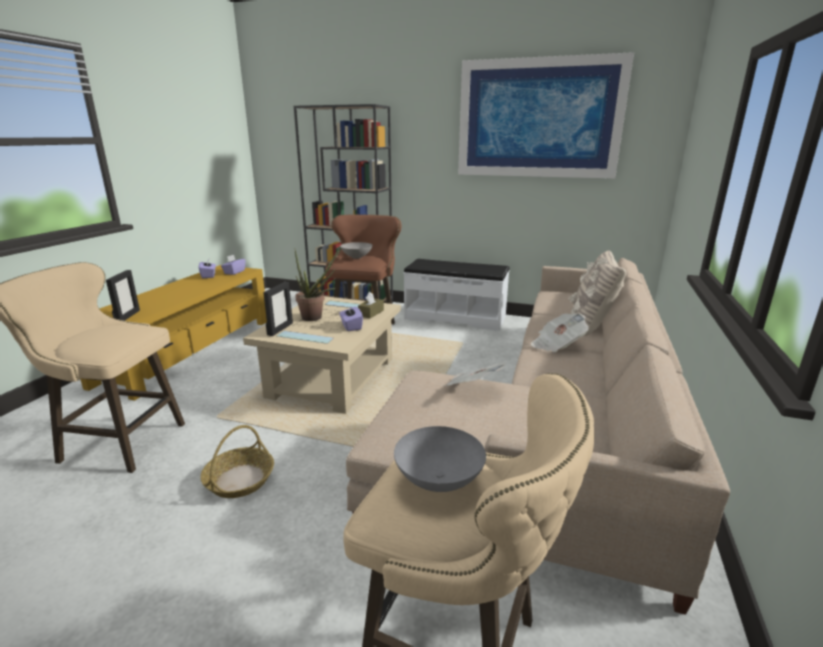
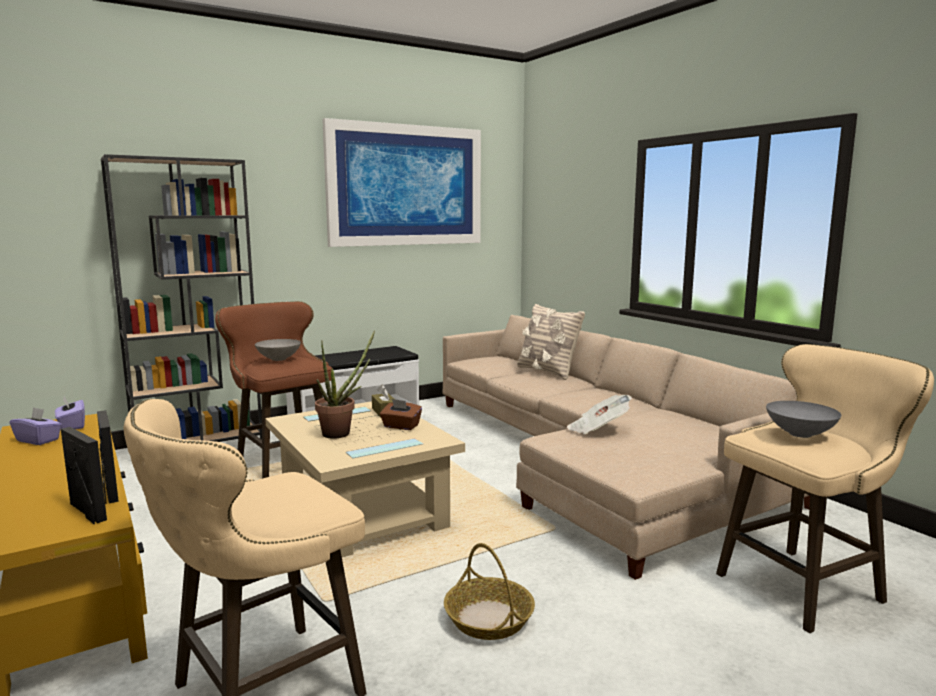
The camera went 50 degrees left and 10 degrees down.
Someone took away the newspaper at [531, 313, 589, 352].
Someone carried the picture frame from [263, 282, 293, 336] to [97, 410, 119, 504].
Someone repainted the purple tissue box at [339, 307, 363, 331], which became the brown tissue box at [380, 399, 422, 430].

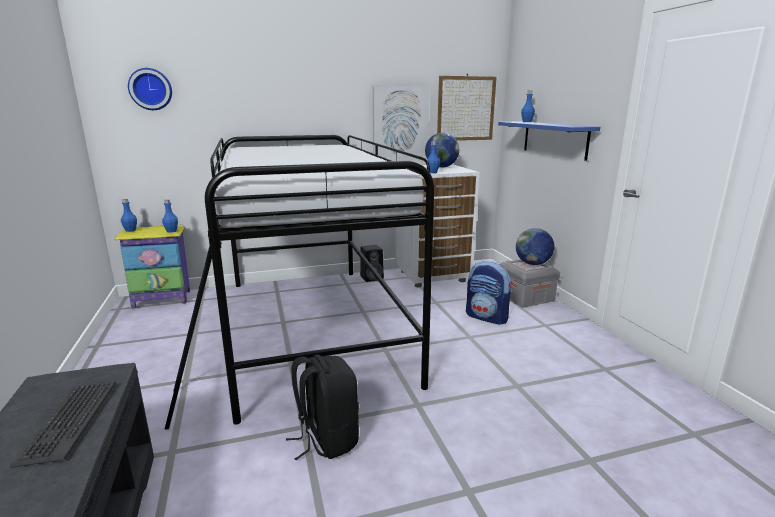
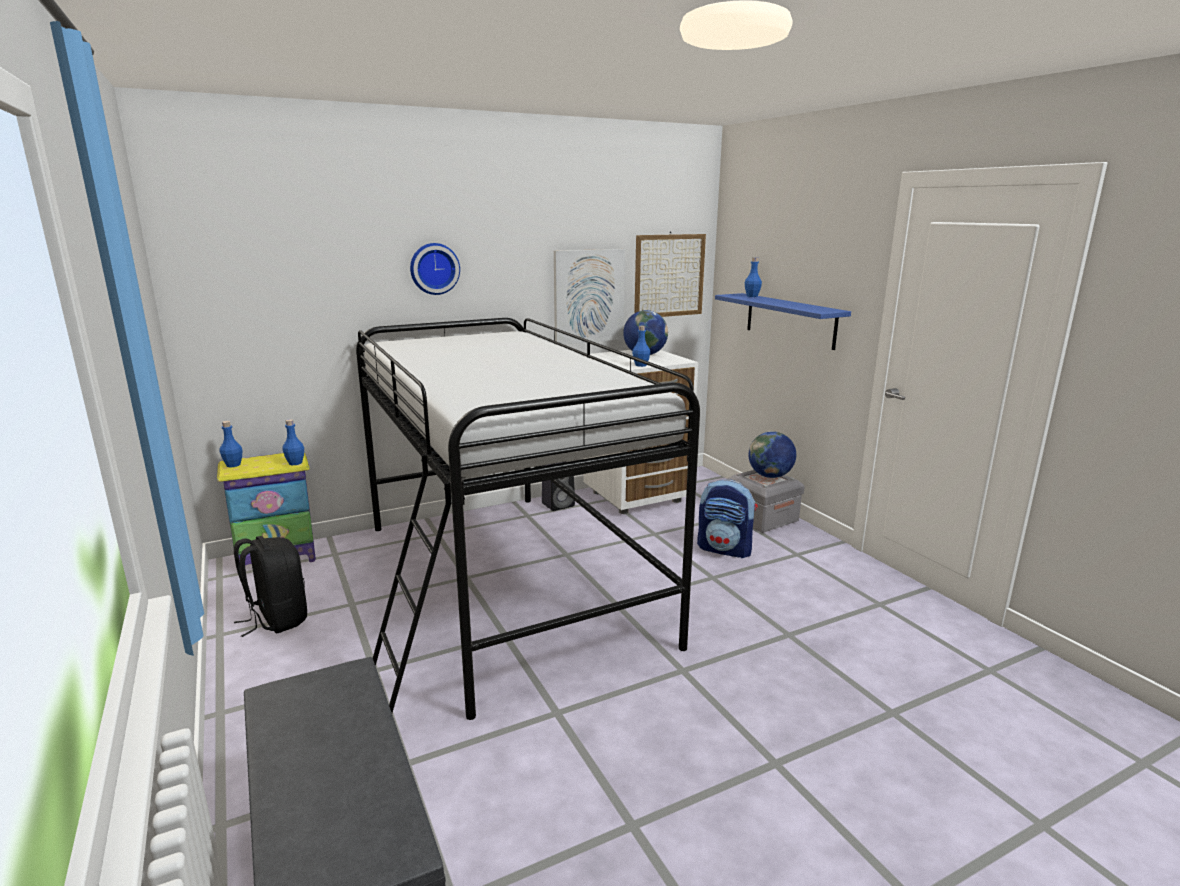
The camera went 10 degrees left and 0 degrees up.
Someone took away the keyboard at [10, 381, 116, 468].
Someone carried the wall clock from [128, 68, 172, 110] to [410, 243, 460, 295].
Someone carried the black backpack from [286, 355, 359, 460] to [234, 536, 307, 637].

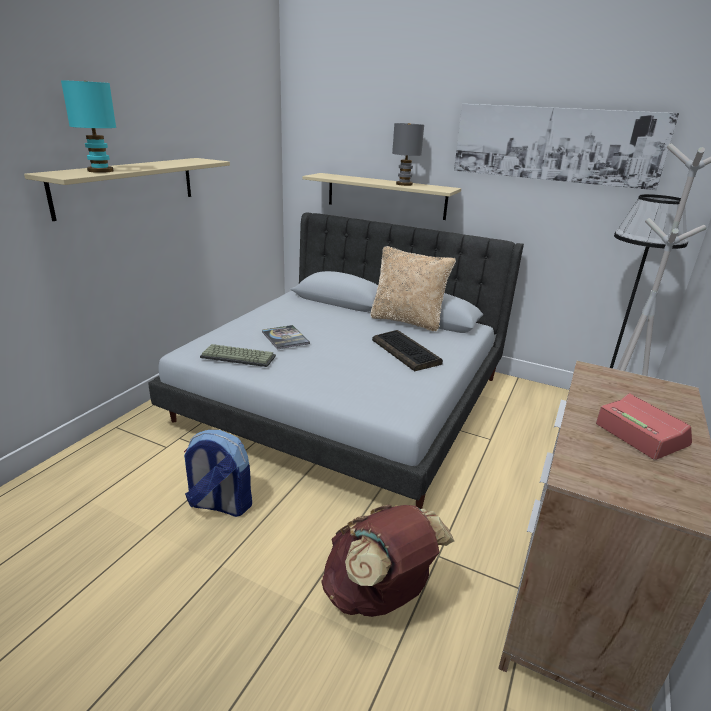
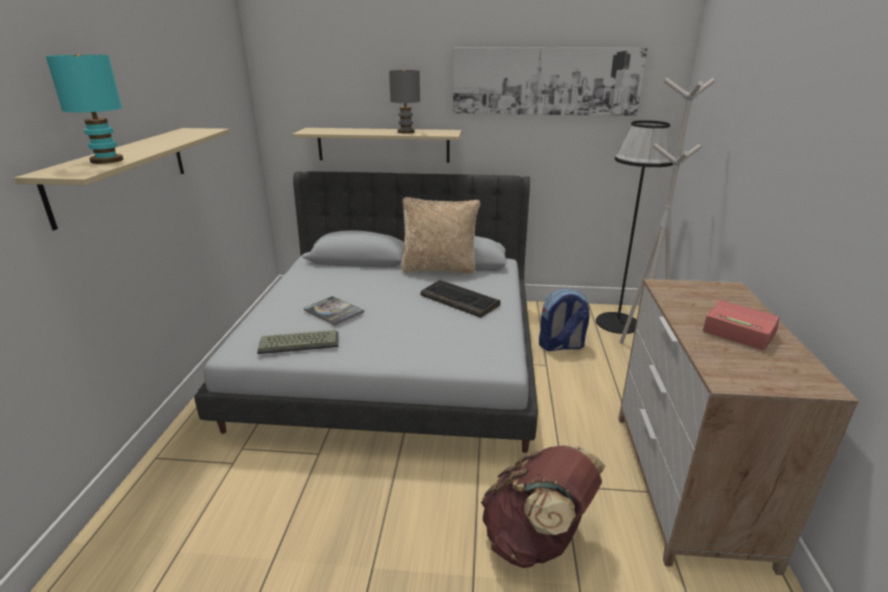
The camera went 20 degrees left and 0 degrees up.
Someone carried the backpack from [184, 430, 252, 517] to [539, 289, 590, 351].

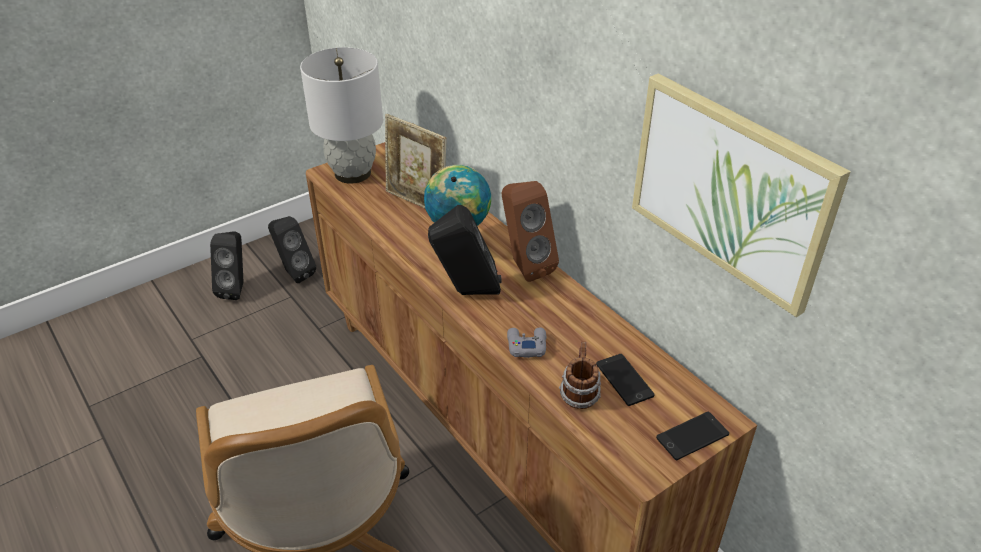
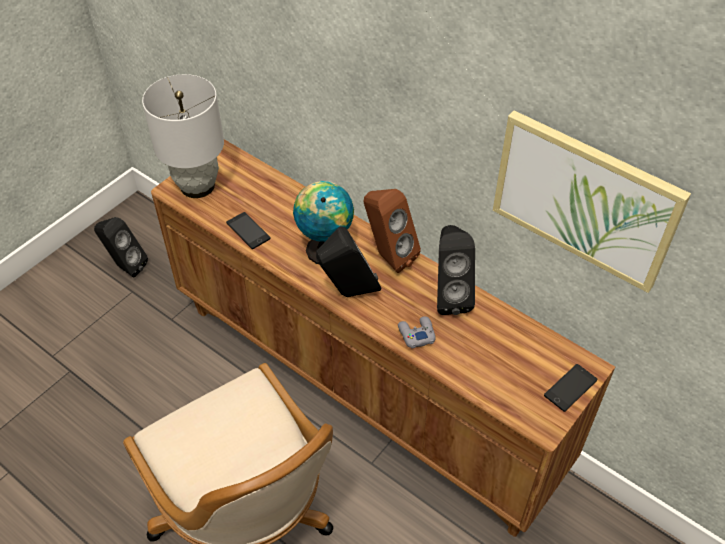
The camera went 15 degrees left and 10 degrees up.
Someone took away the picture frame at [385, 114, 447, 208].
Someone took away the mug at [559, 341, 601, 409].
Someone carried the black speaker from [210, 231, 244, 300] to [437, 225, 475, 315].
Someone carried the phone from [596, 354, 655, 406] to [226, 212, 271, 249].

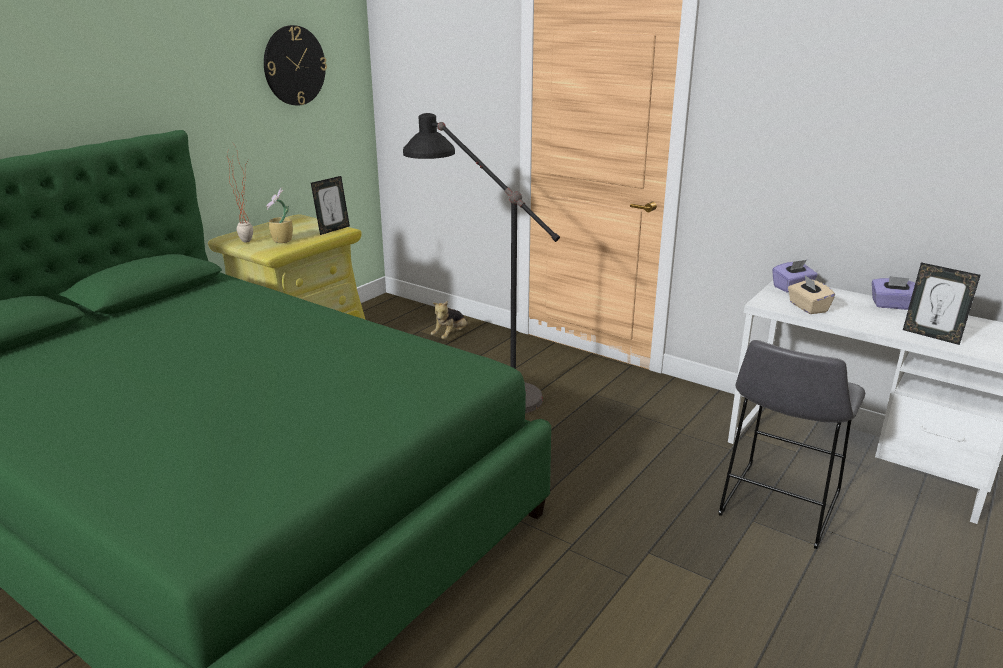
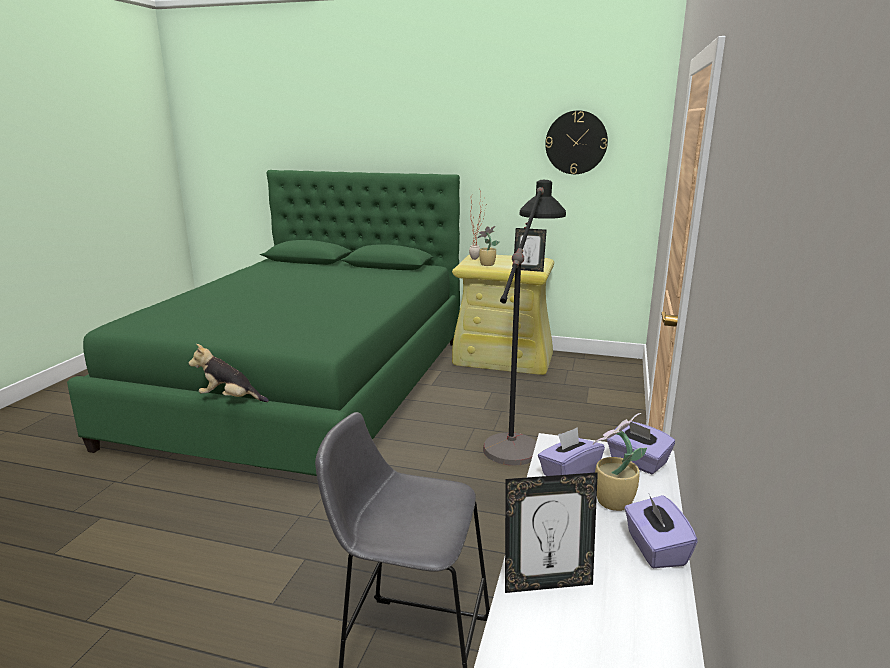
The camera went 70 degrees right and 5 degrees down.
Someone put down the potted plant at [593, 413, 647, 511].
Someone carried the plush toy from [431, 301, 468, 339] to [189, 344, 269, 402].
Someone repainted the beige tissue box at [788, 276, 835, 314], which became the purple tissue box at [538, 427, 605, 476].
Someone rotated the picture frame at [903, 262, 981, 345] by 120 degrees counterclockwise.

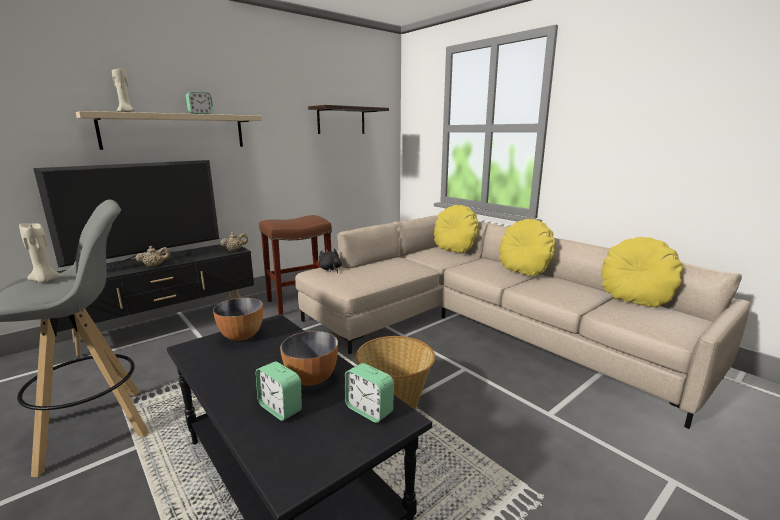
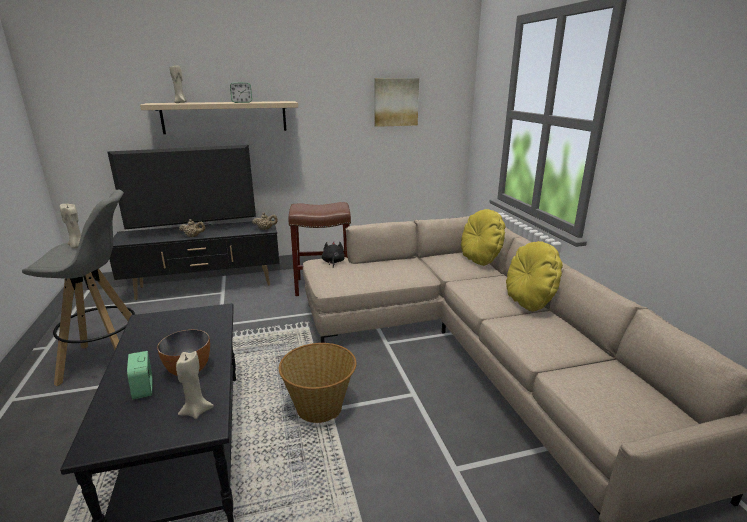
The camera went 25 degrees right and 5 degrees up.
Someone took away the bowl at [213, 298, 263, 341].
Someone took away the yellow pillow at [601, 237, 683, 308].
Someone swapped the shelf at [308, 105, 389, 134] for the picture at [374, 78, 419, 127].
Someone swapped the alarm clock at [345, 363, 394, 423] for the beige candle at [176, 351, 214, 419].

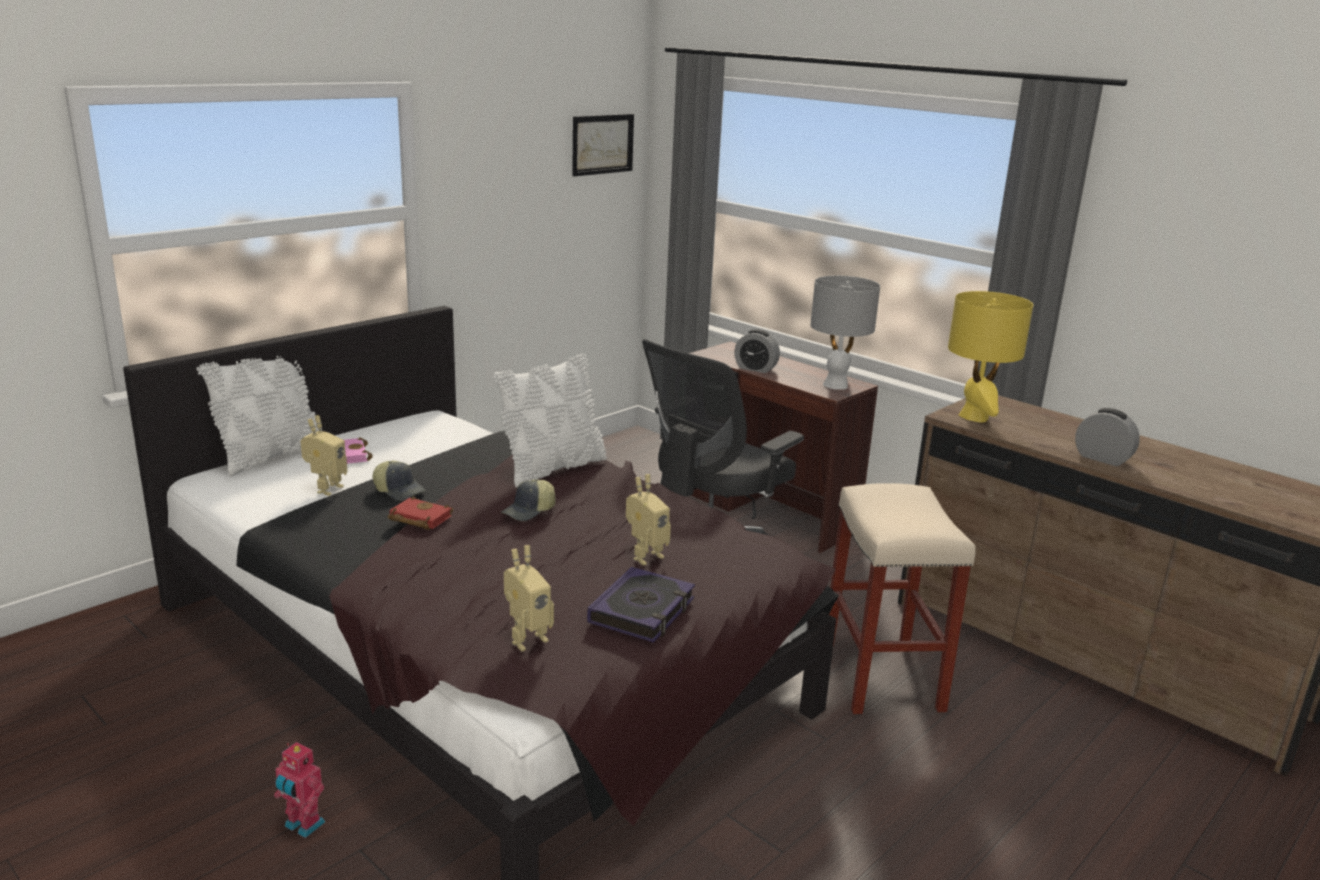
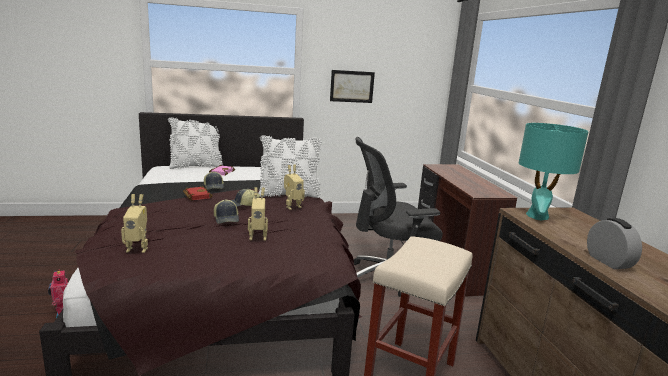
The camera went 35 degrees right and 5 degrees down.
Someone took away the book at [587, 567, 695, 643].
Someone took away the alarm clock at [734, 329, 780, 373].
Someone took away the grey table lamp at [811, 276, 880, 390].
Someone put down the cap at [214, 199, 239, 224].
Someone carried the toy robot from [300, 415, 347, 496] to [284, 164, 305, 210].
Someone carried the picture from [572, 114, 634, 176] to [330, 70, 375, 103].
Someone repainted the yellow table lamp at [948, 291, 1033, 423], which became the turquoise table lamp at [519, 123, 589, 220].

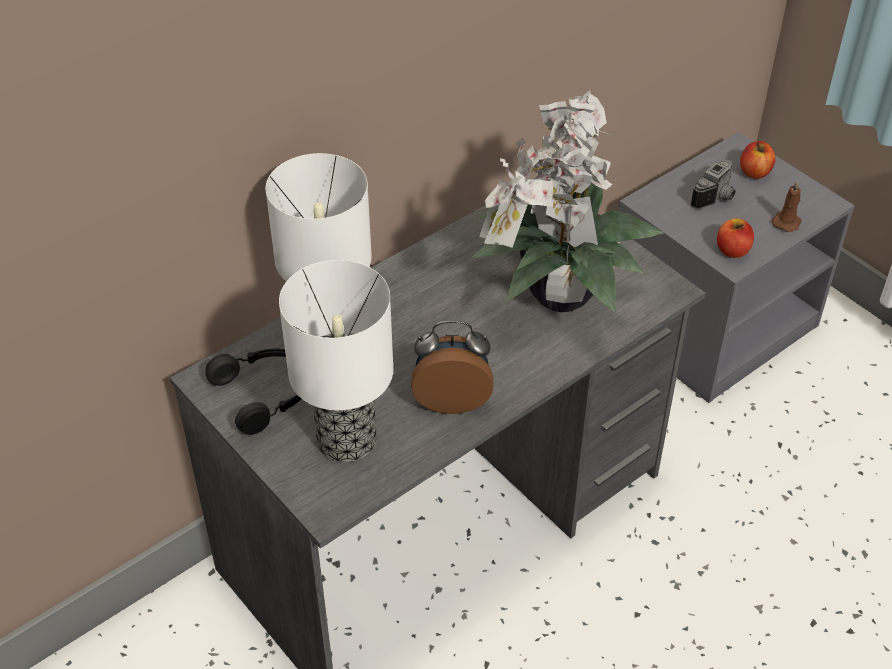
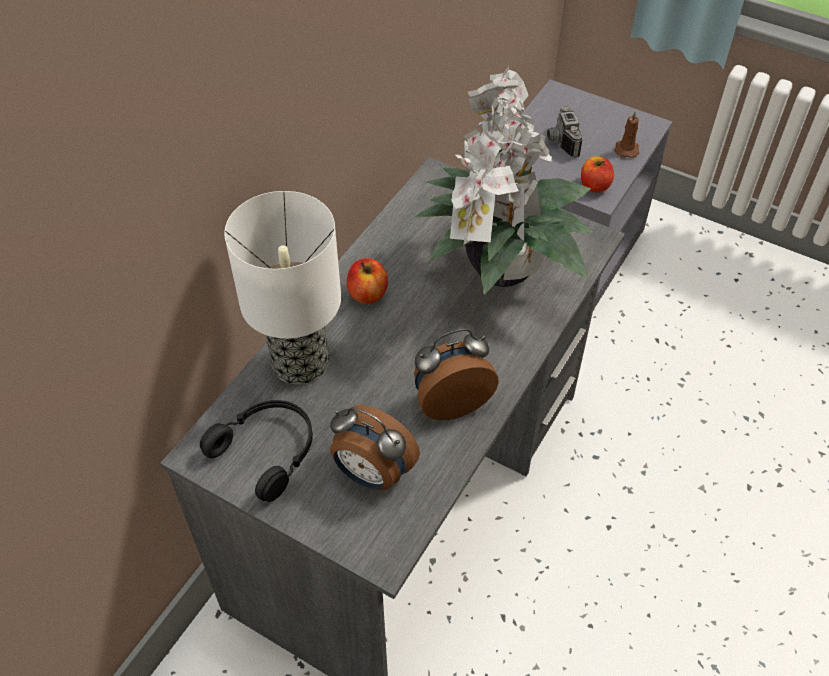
The camera went 20 degrees left and 5 degrees up.
Someone carried the apple from [740, 141, 776, 179] to [346, 258, 388, 304].
Someone swapped the table lamp at [279, 260, 393, 462] for the alarm clock at [330, 405, 420, 490].
Someone rotated the photo camera at [690, 159, 735, 209] by 150 degrees clockwise.

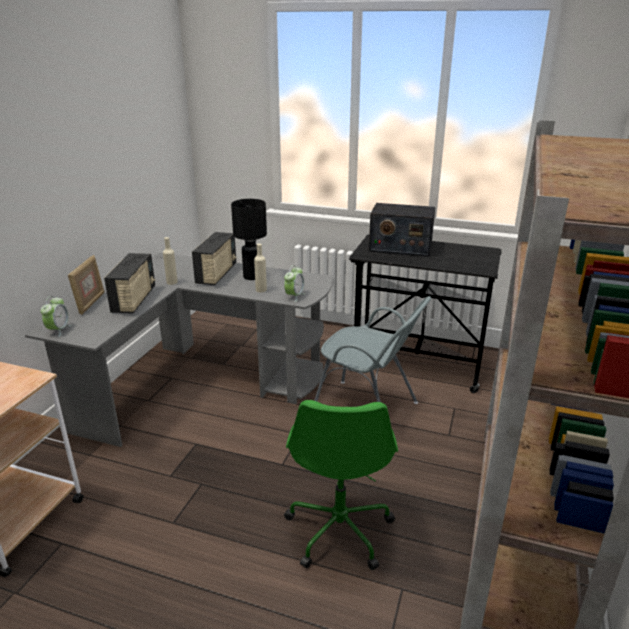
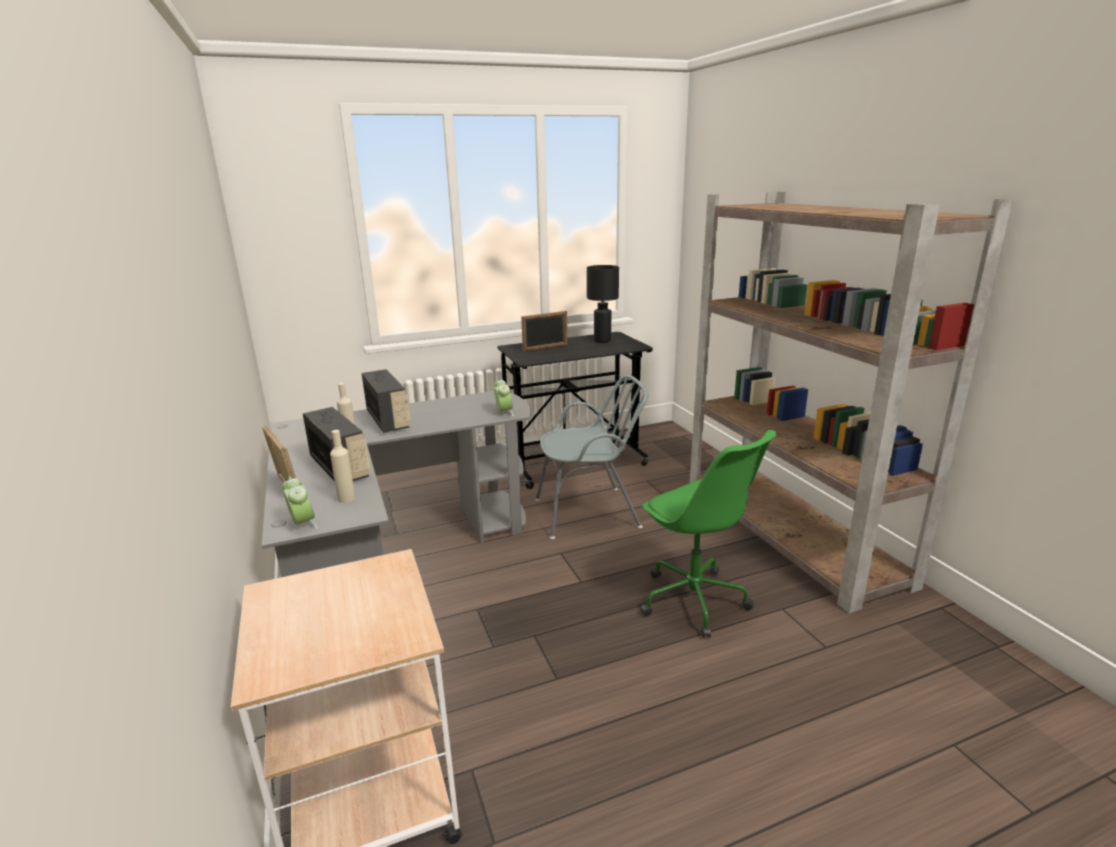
The camera went 40 degrees left and 5 degrees down.
Someone carried the black table lamp from [231, 199, 267, 280] to [587, 265, 619, 343].
Someone carried the beige bottle from [254, 244, 267, 292] to [330, 430, 355, 503].
Someone swapped the radio at [369, 203, 435, 257] for the picture frame at [521, 311, 568, 352].

